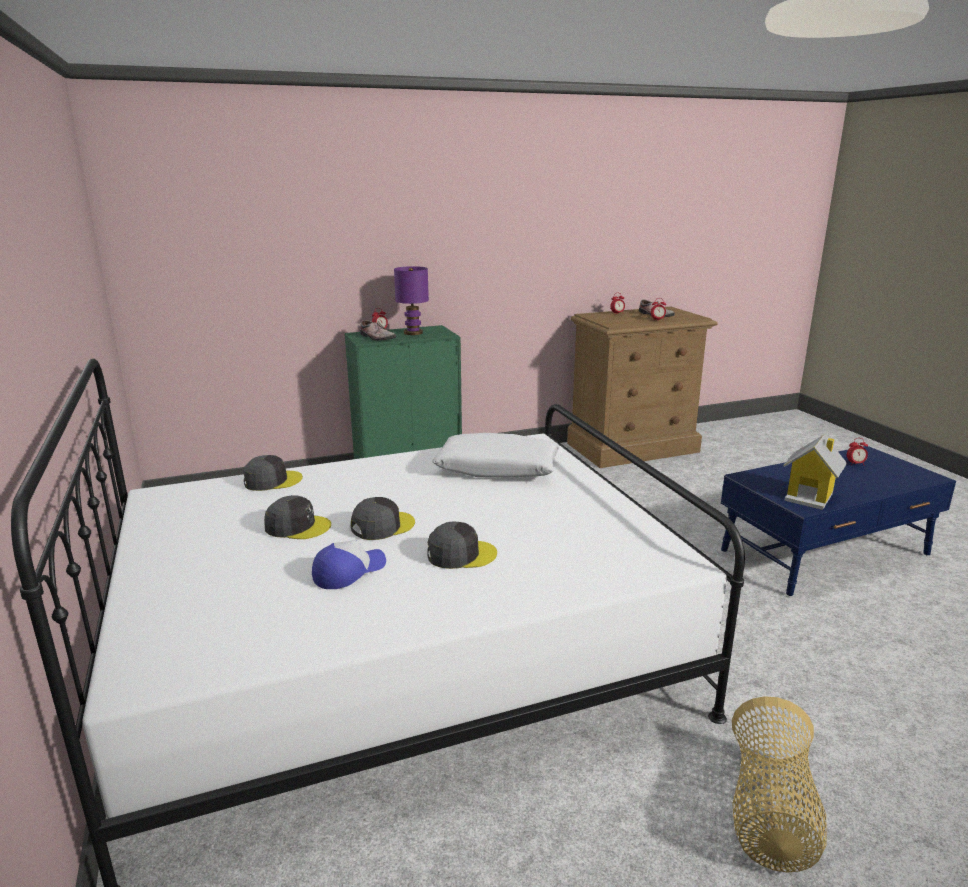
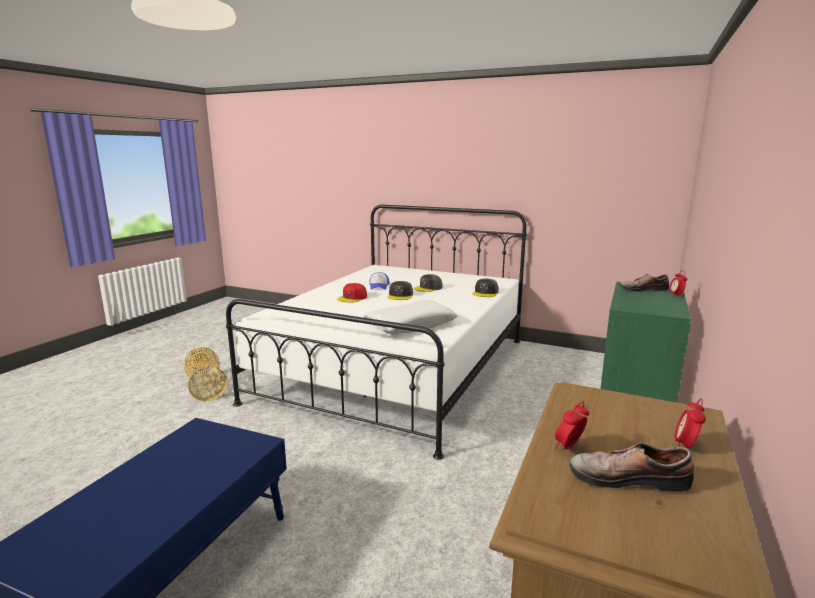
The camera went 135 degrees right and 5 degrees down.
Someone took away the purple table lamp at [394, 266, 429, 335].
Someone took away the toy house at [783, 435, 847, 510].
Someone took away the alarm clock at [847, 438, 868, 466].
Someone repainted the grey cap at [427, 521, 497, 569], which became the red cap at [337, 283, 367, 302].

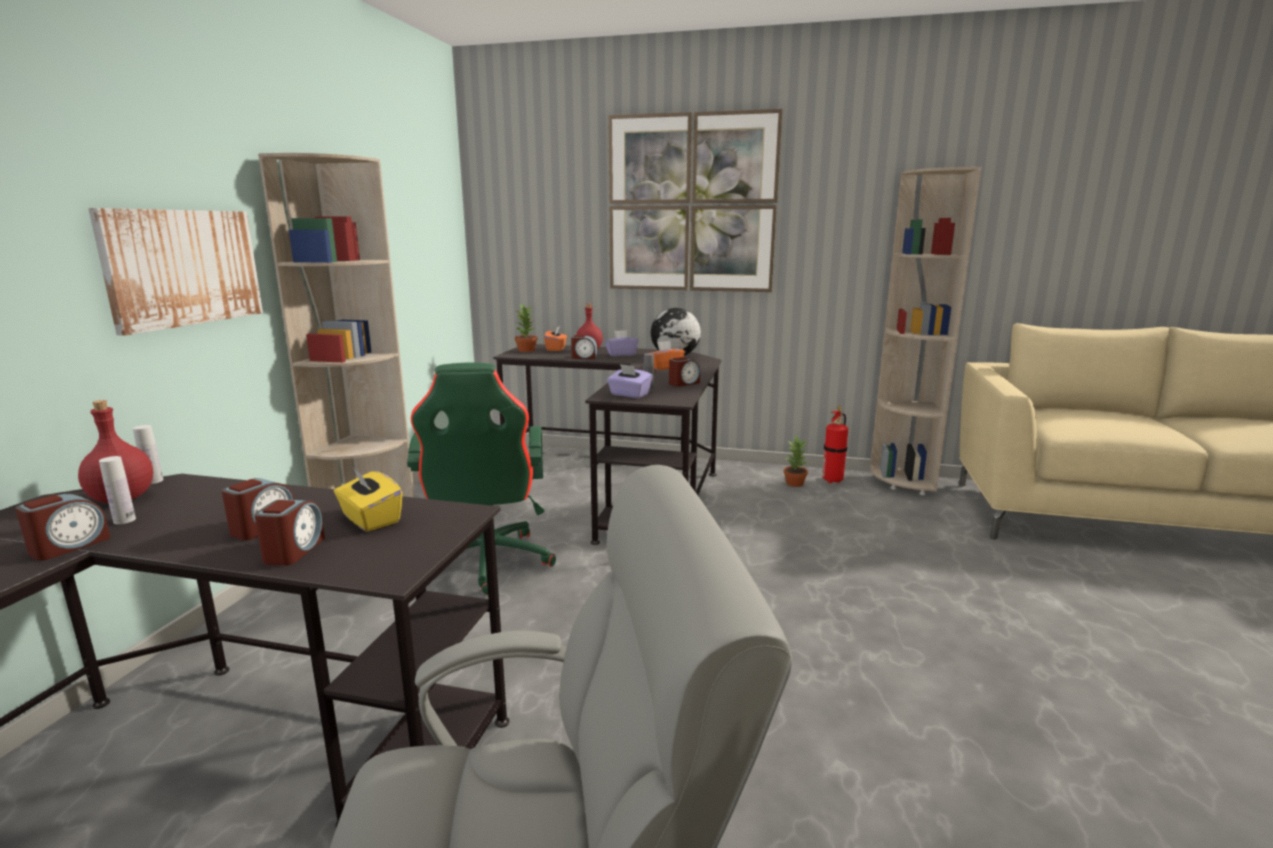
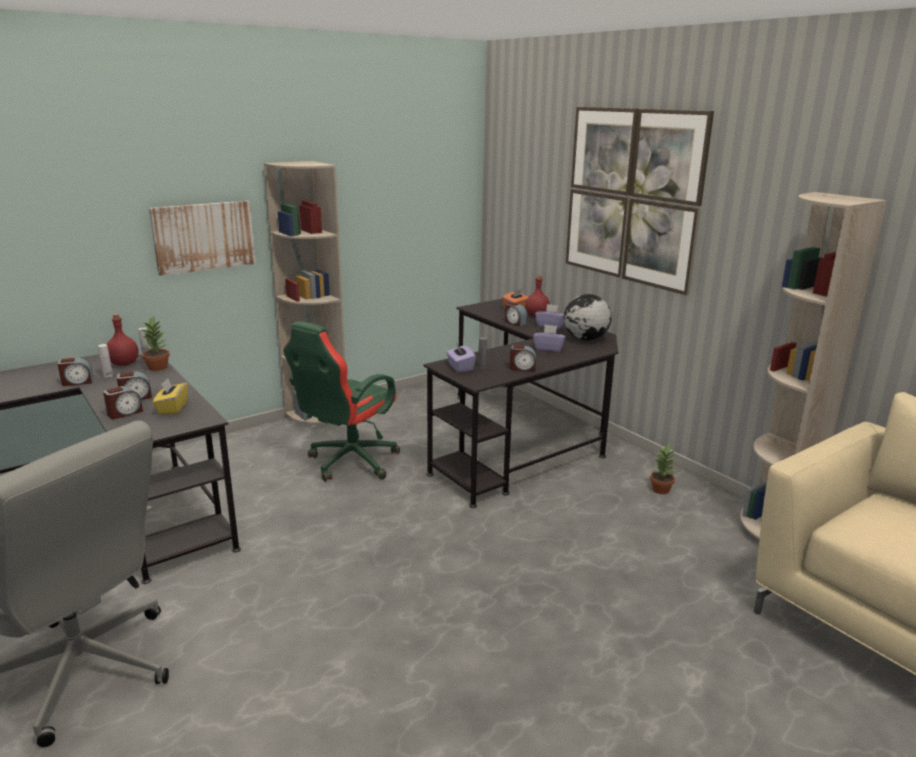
The camera went 40 degrees right and 5 degrees up.
Someone took away the fire extinguisher at [822, 405, 848, 484].
Someone carried the potted plant from [514, 304, 537, 352] to [140, 315, 170, 371].
Someone repainted the orange tissue box at [651, 341, 685, 370], which became the purple tissue box at [533, 325, 566, 352].

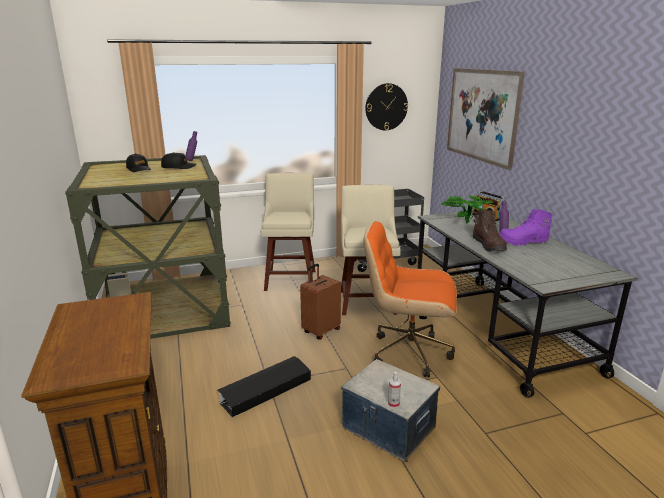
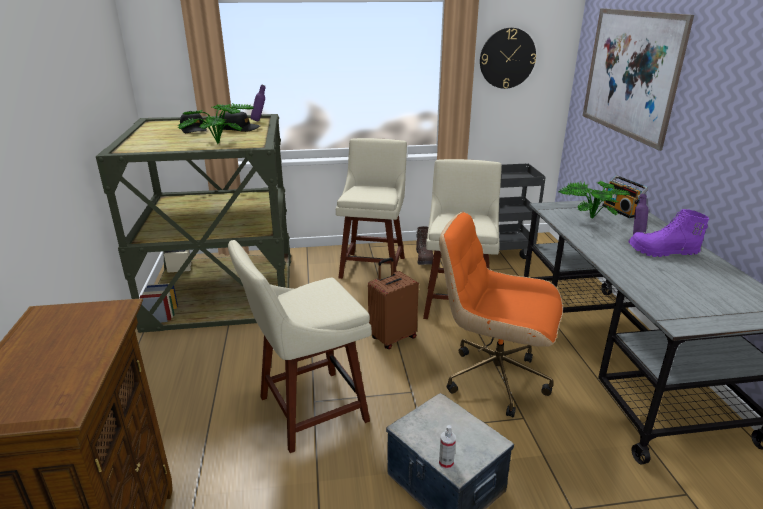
The camera went 10 degrees right and 5 degrees up.
Someone put down the potted plant at [177, 103, 255, 144].
Someone carried the brown boot from [473, 210, 507, 252] to [416, 226, 434, 265].
Someone swapped the black storage box at [217, 356, 311, 417] for the beige stool at [228, 240, 372, 453].

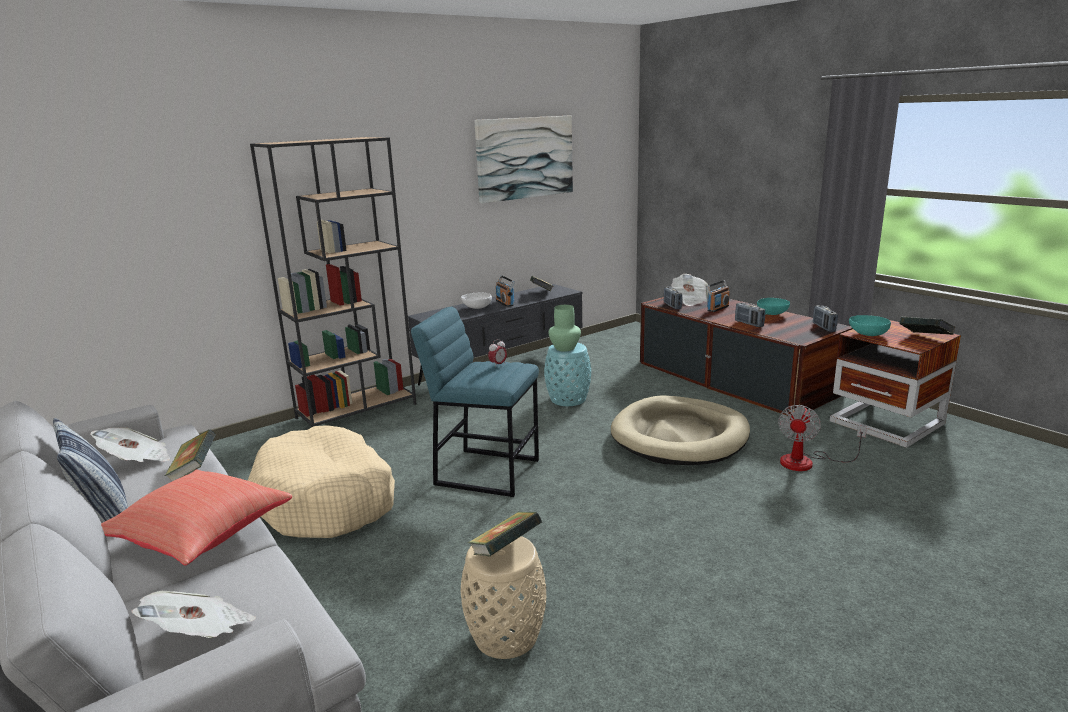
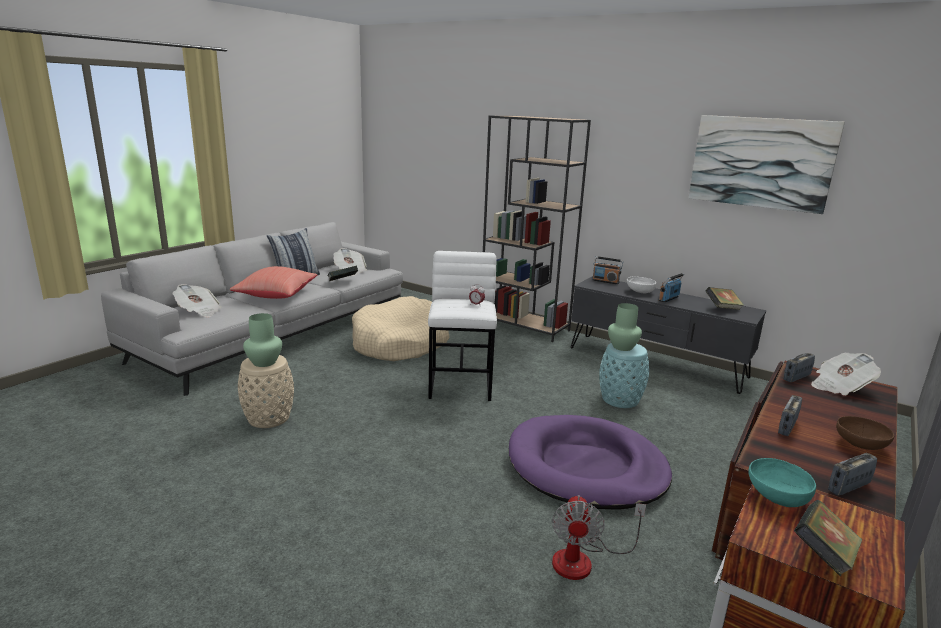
The camera went 70 degrees right and 0 degrees up.
Someone carried the radio from [706, 280, 730, 312] to [592, 256, 623, 285].
Someone swapped the book at [468, 512, 542, 557] for the green vase at [243, 313, 282, 367].
Someone repainted the blue stool at [411, 306, 539, 497], which became the white stool at [428, 251, 497, 401].
Someone repainted the beige dog bed at [611, 395, 750, 465], which became the purple dog bed at [509, 415, 672, 510].
Someone repainted the turquoise bowl at [757, 298, 790, 315], which became the brown bowl at [836, 416, 894, 450].
Someone rotated the fan at [778, 405, 867, 471] by 90 degrees counterclockwise.

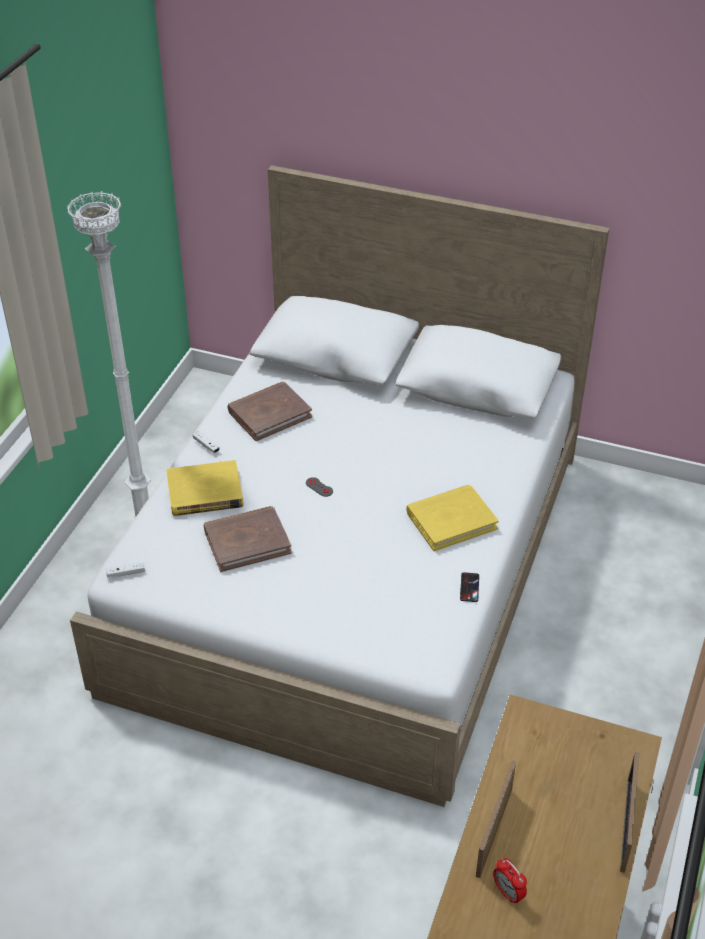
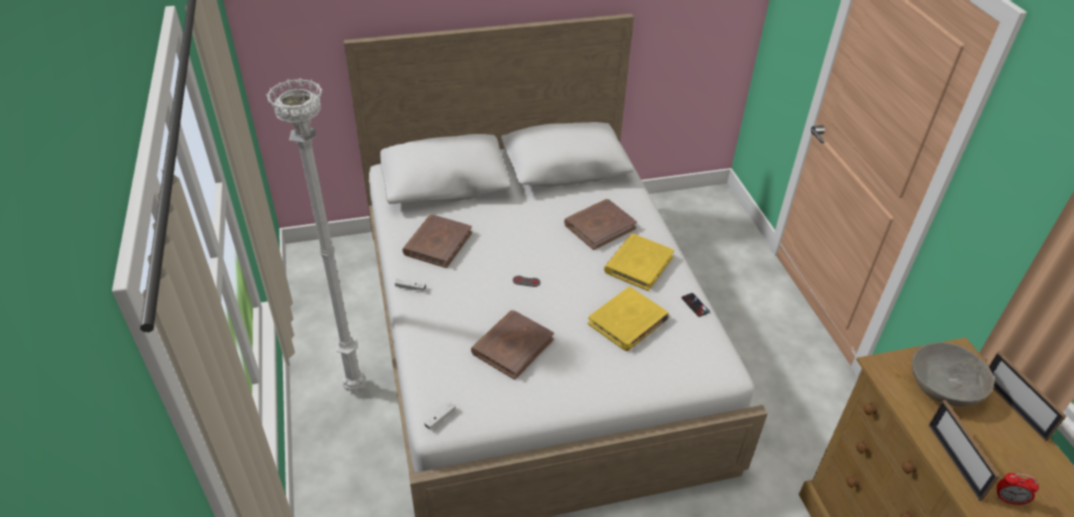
The camera went 35 degrees left and 0 degrees up.
Someone put down the brown book at [564, 199, 637, 250].
Someone put down the grey bowl at [912, 342, 994, 406].
Someone carried the yellow book from [166, 460, 243, 516] to [588, 286, 669, 351].

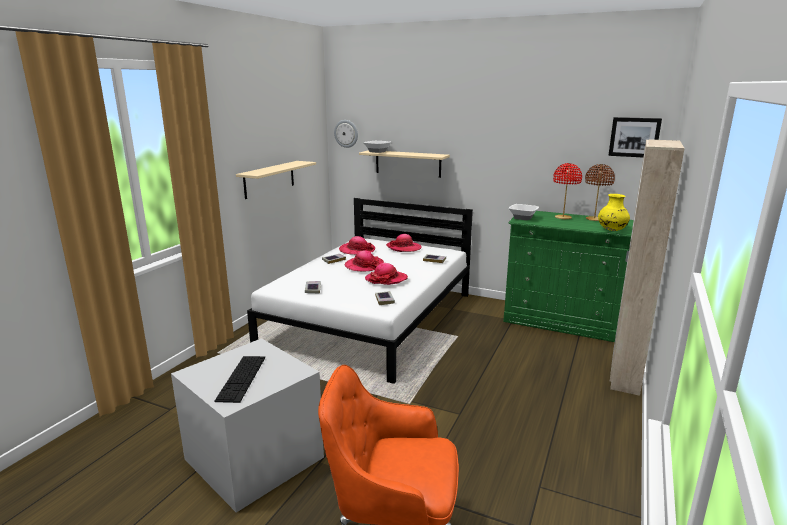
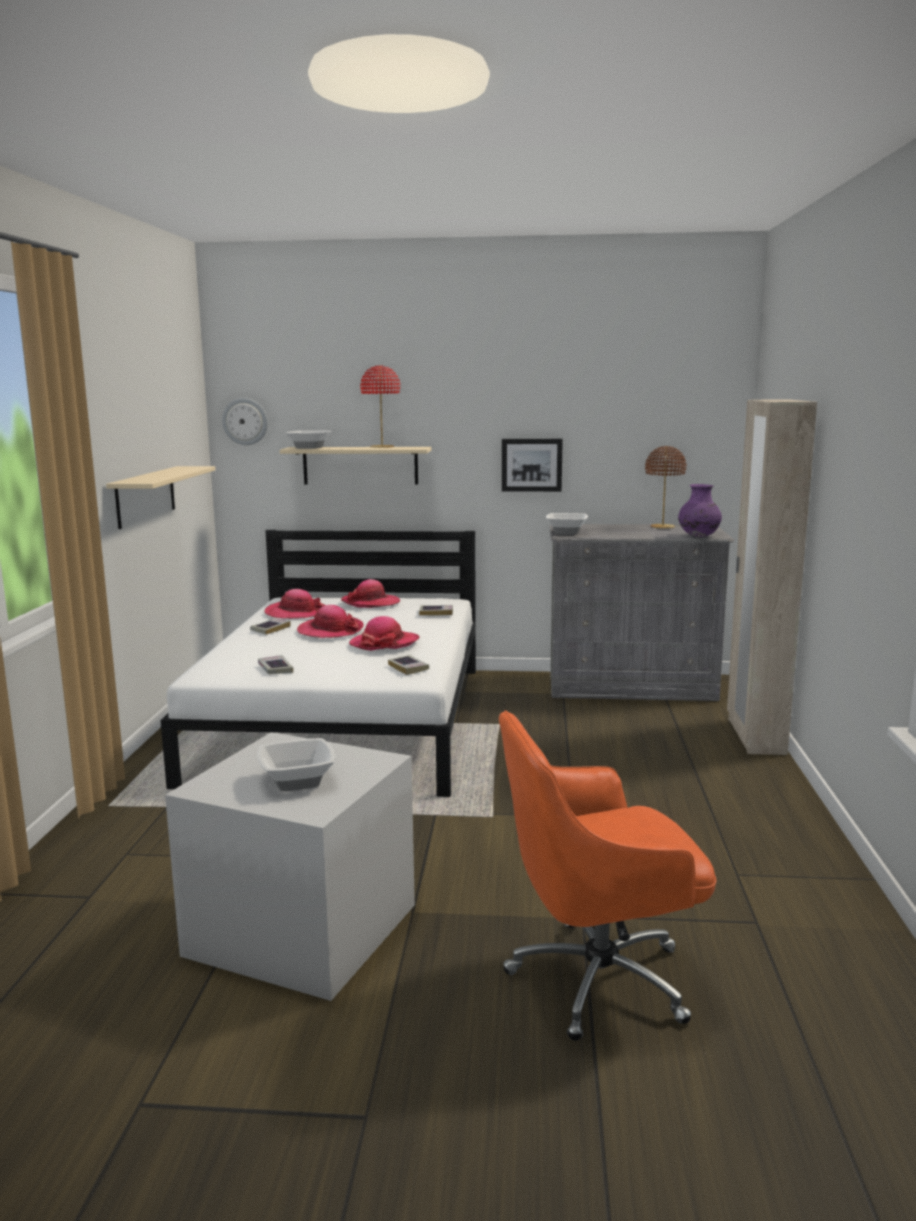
The camera went 20 degrees left and 5 degrees down.
Someone carried the red table lamp from [553, 163, 582, 219] to [360, 365, 400, 448].
Someone carried the picture from [608, 117, 662, 157] to [502, 439, 563, 492].
Someone swapped the keyboard at [214, 356, 265, 403] for the bowl at [258, 738, 335, 791].
Someone repainted the green dresser at [503, 211, 634, 342], which became the grey dresser at [549, 524, 734, 701].
Someone repainted the yellow vase at [598, 194, 630, 231], which became the purple vase at [678, 484, 722, 537].

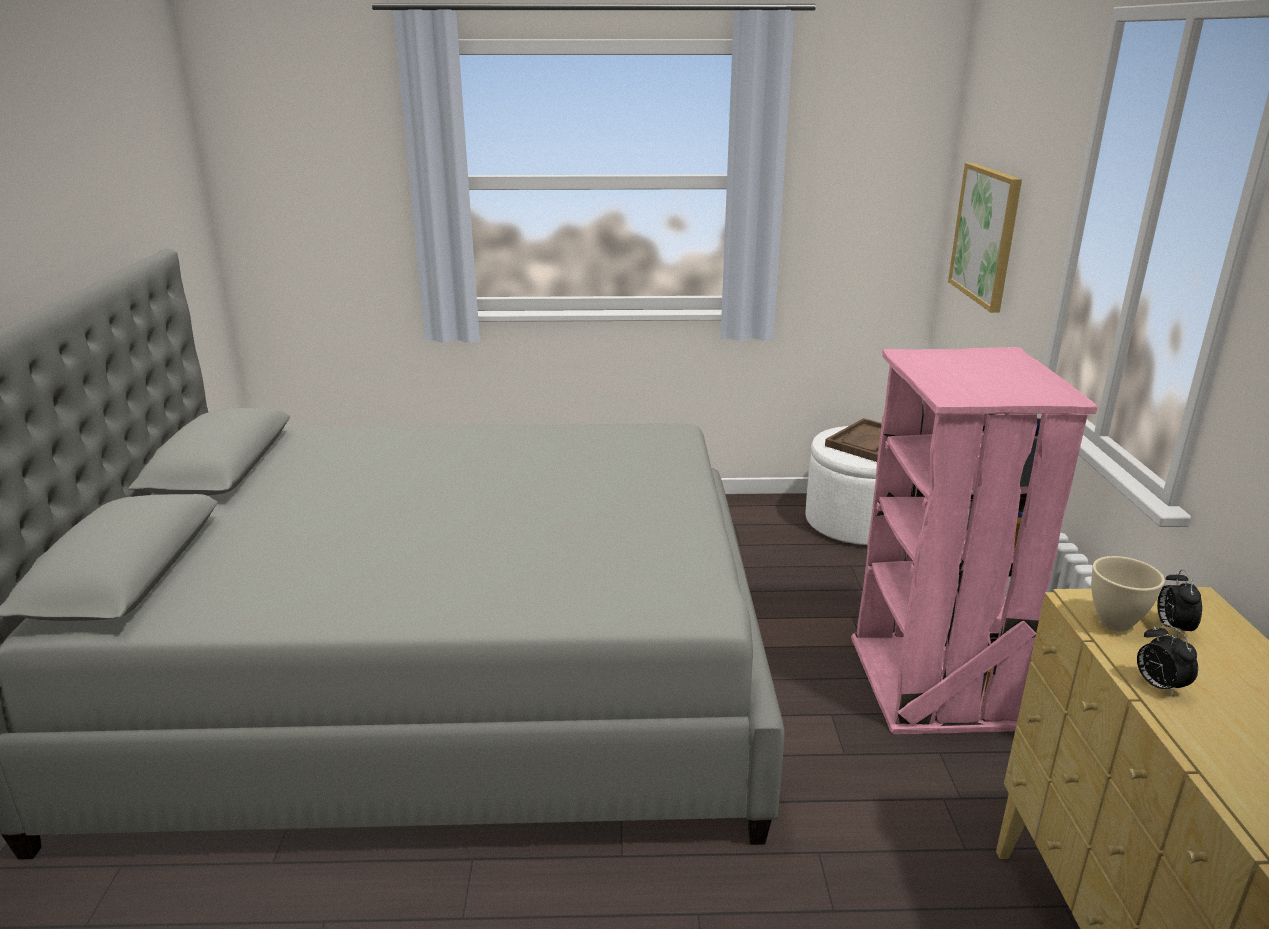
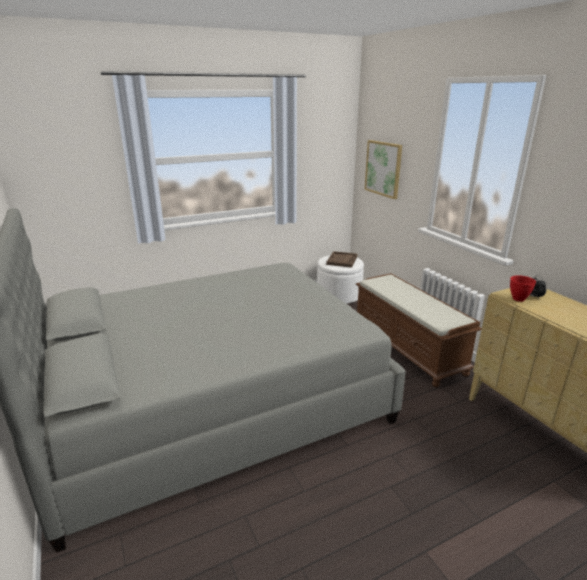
The camera went 25 degrees left and 0 degrees up.
Someone took away the alarm clock at [1137, 623, 1198, 698].
Someone swapped the pink bookcase at [851, 347, 1098, 734] for the brown bench at [356, 273, 482, 387].
Someone repainted the beige bowl at [1091, 556, 1165, 632], which became the red bowl at [510, 275, 536, 302].

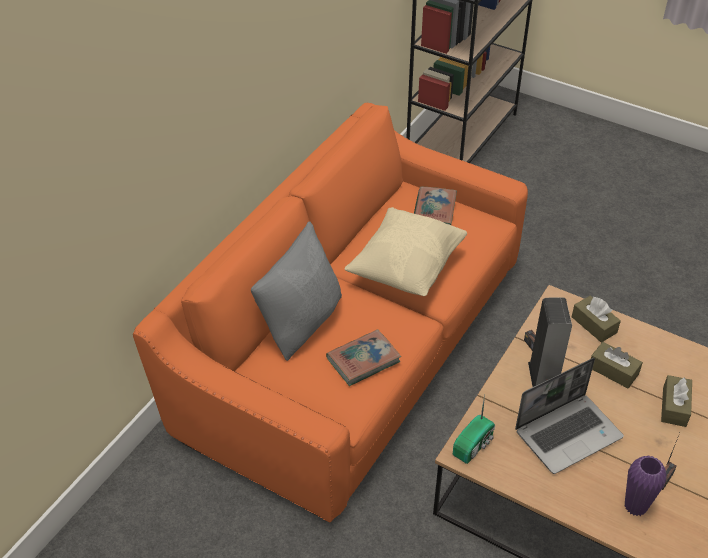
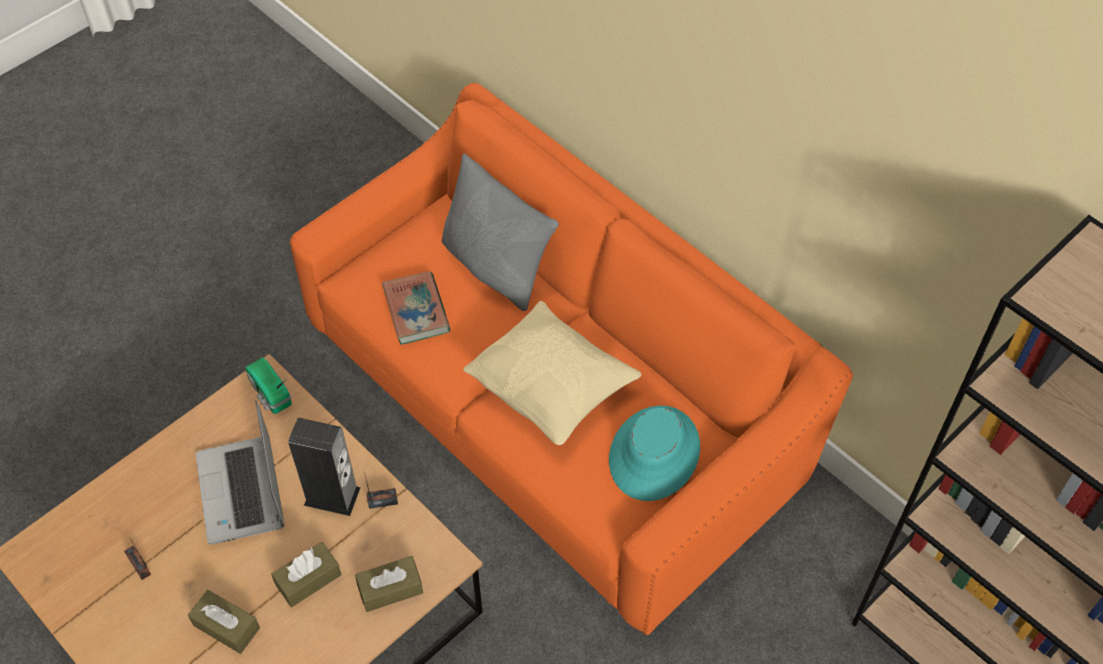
The camera went 105 degrees right and 10 degrees up.
Someone took away the purple vase at [625, 456, 666, 516].
Someone swapped the book at [414, 187, 457, 225] for the turquoise hat at [609, 406, 700, 501].

